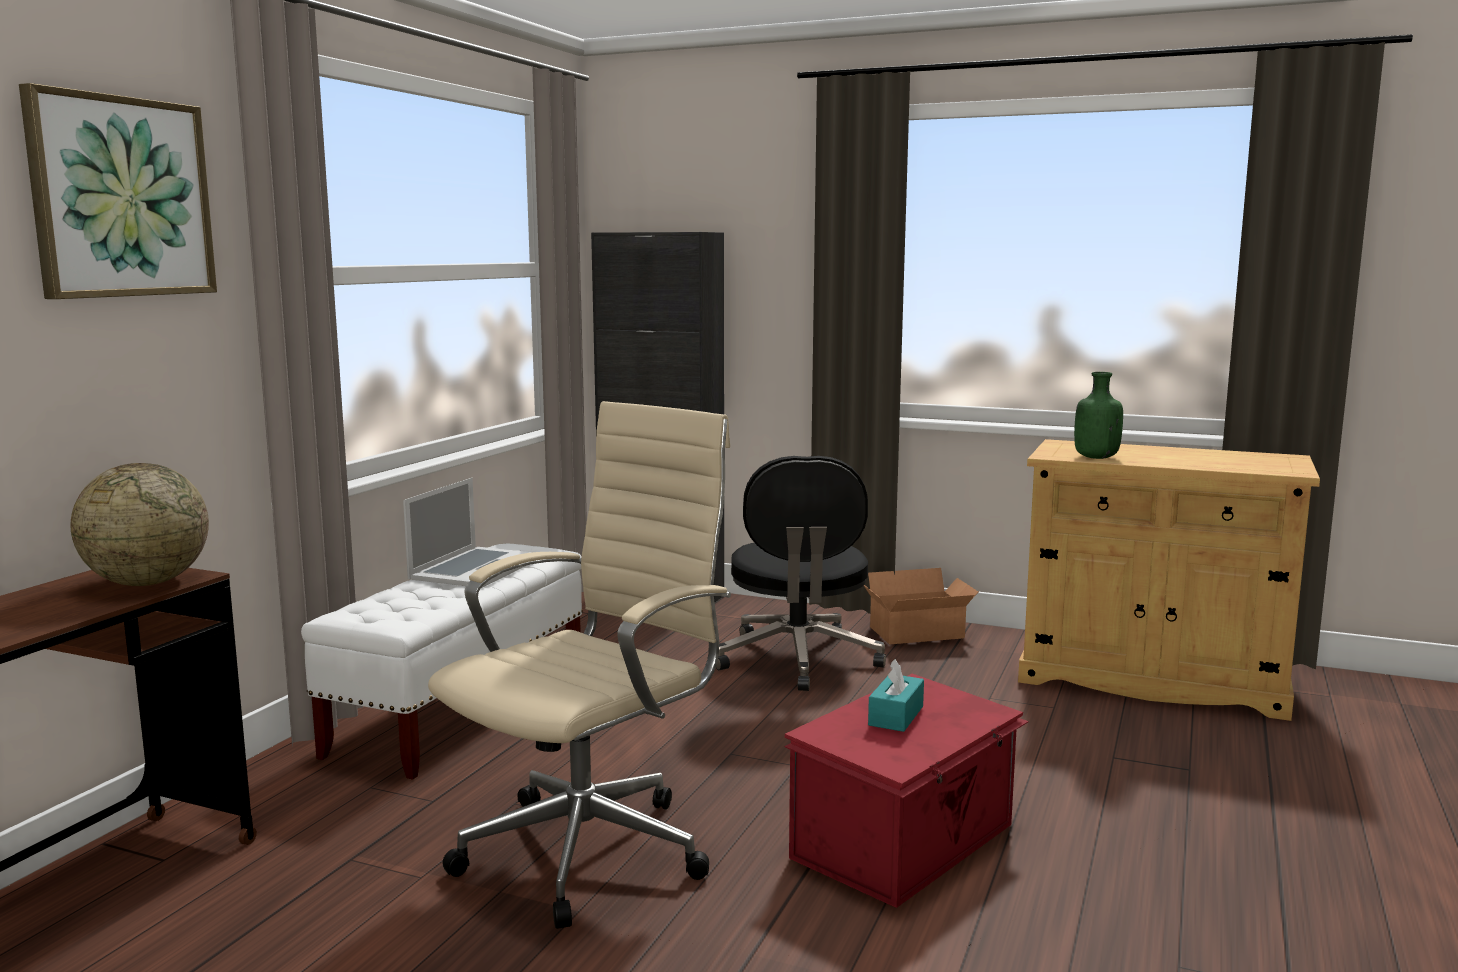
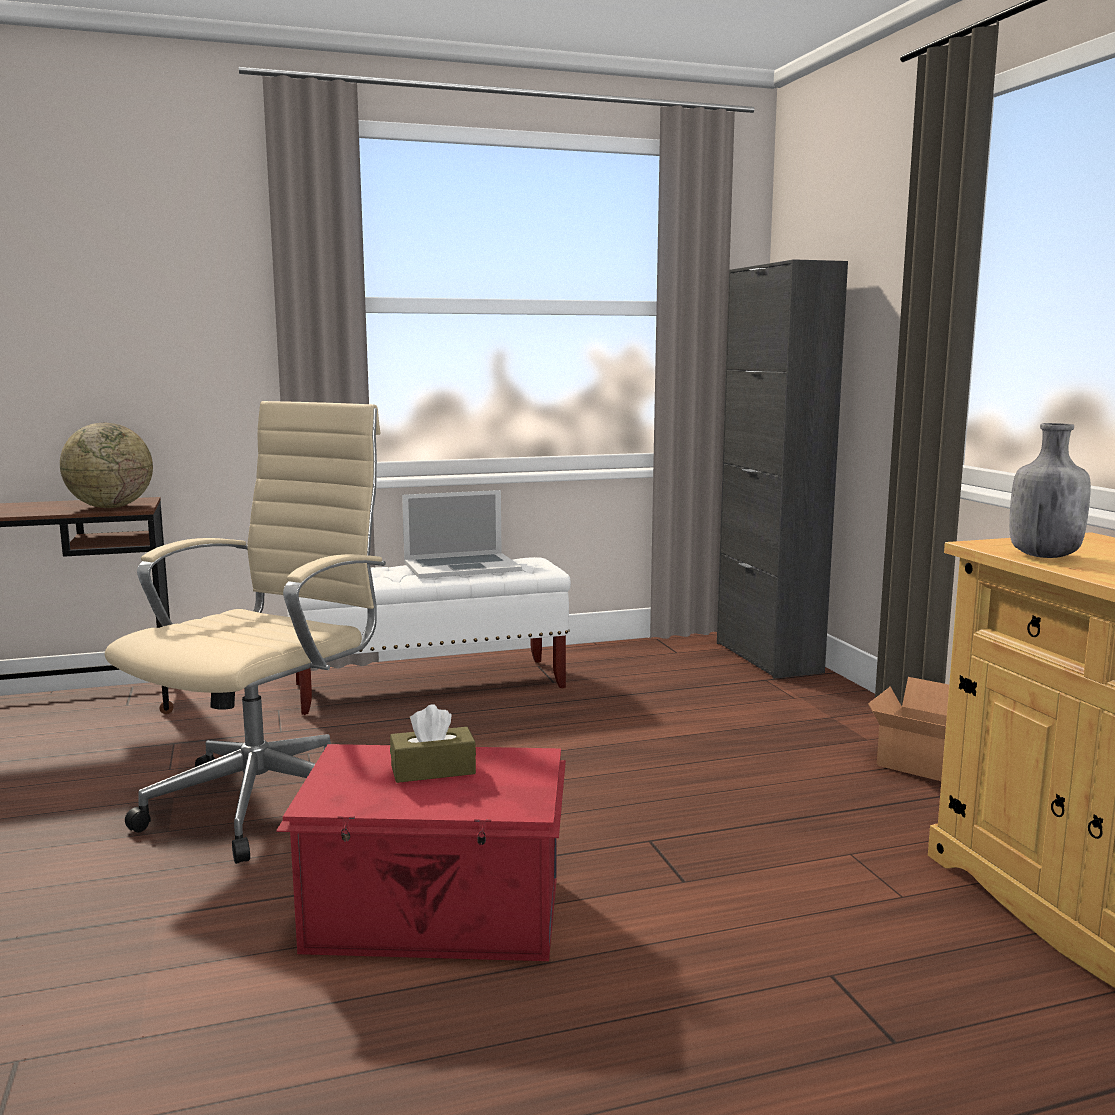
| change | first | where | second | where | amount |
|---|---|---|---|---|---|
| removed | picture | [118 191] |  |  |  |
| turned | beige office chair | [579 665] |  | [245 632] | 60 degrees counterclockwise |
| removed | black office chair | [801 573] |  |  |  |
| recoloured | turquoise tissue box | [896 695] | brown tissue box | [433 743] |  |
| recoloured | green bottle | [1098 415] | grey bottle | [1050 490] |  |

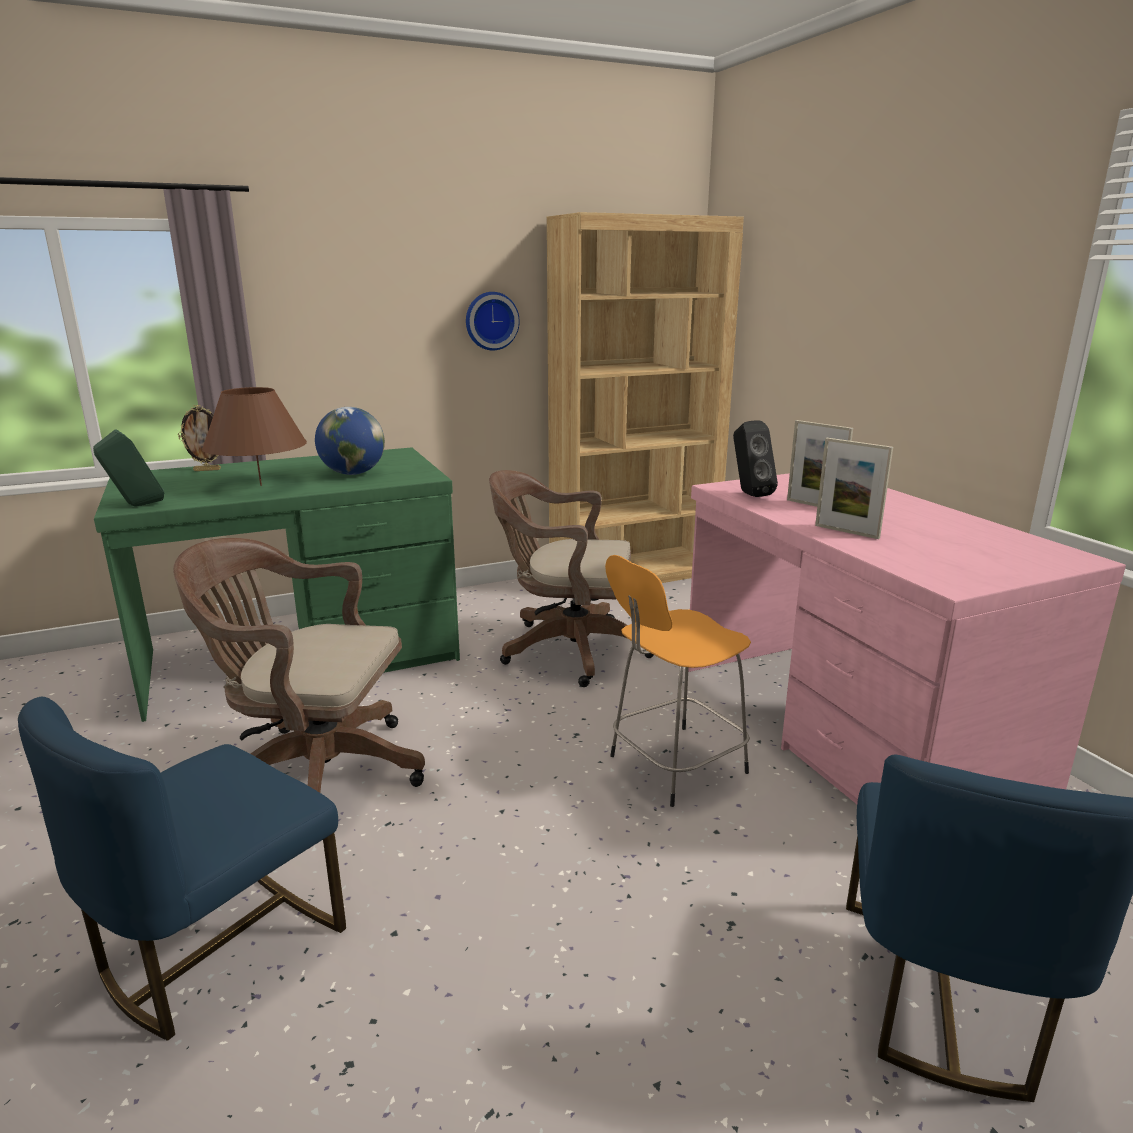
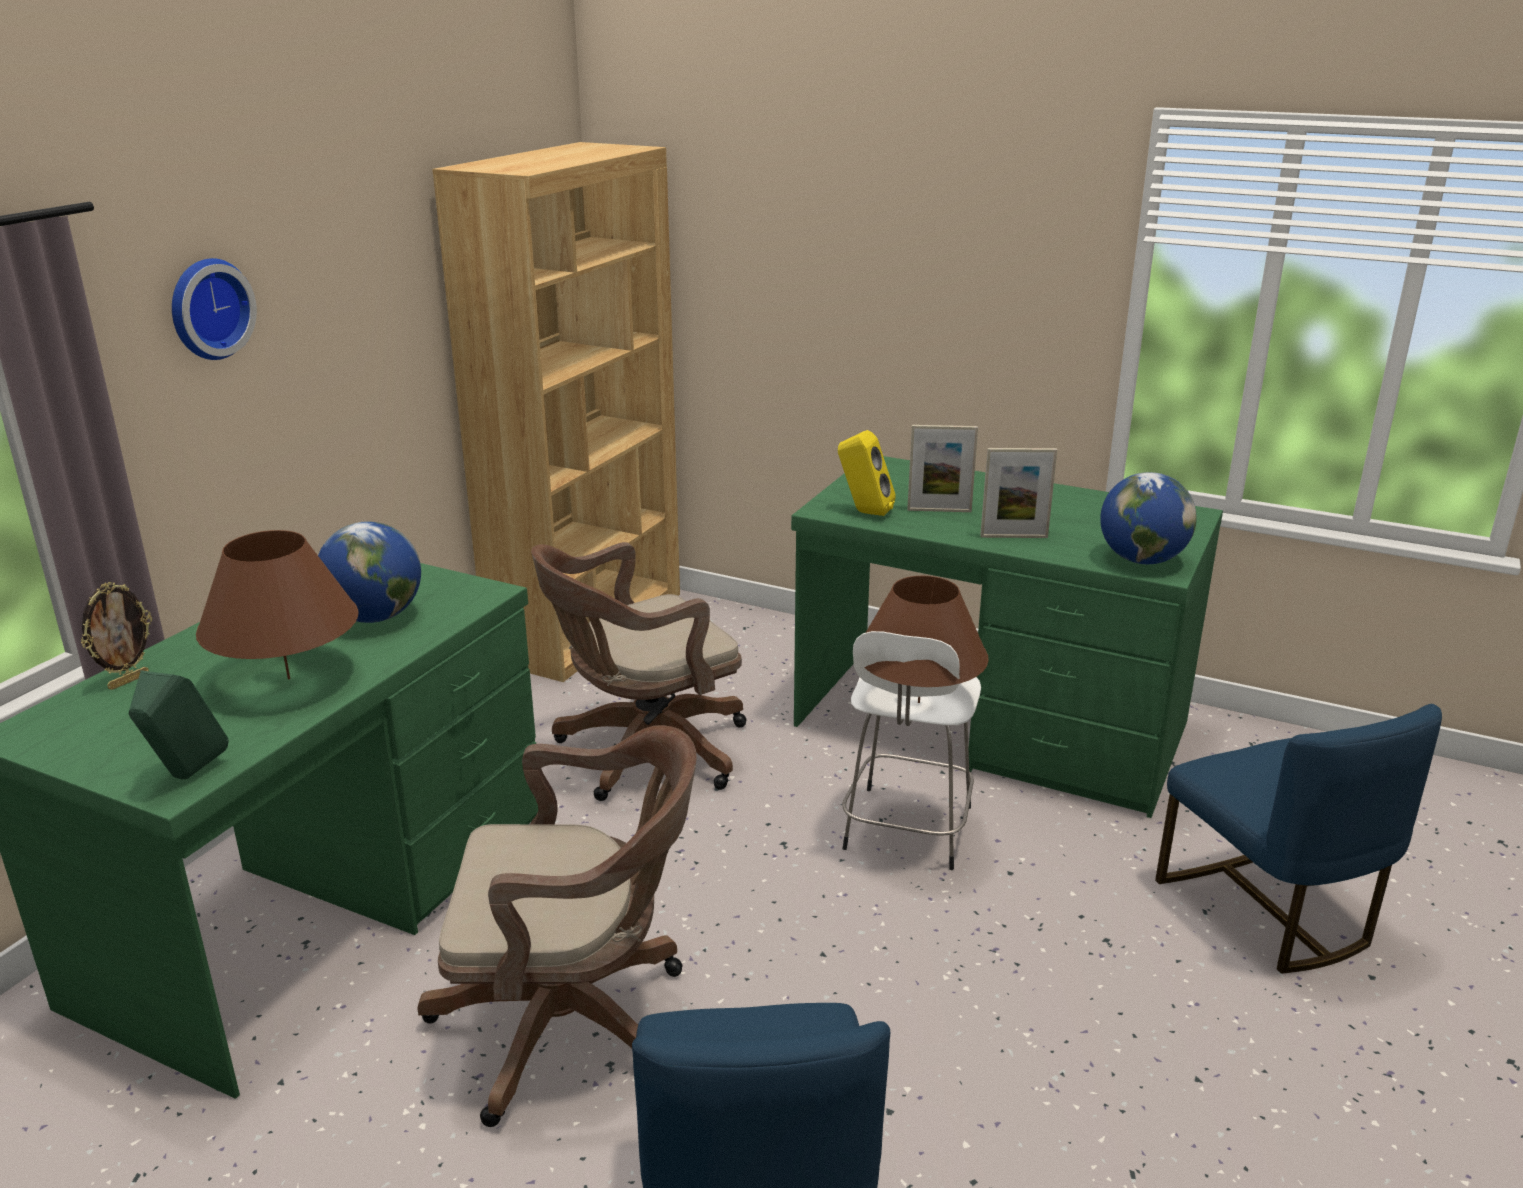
| change | first | where | second | where | amount |
|---|---|---|---|---|---|
| turned | brown office chair | [299 665] |  | [557 926] | 150 degrees counterclockwise |
| moved | wall clock | [493 321] |  | [214 309] |  |
| recoloured | orange stool | [678 681] | white stool | [911 750] |  |
| recoloured | pink desk | [907 638] | green desk | [1007 637] |  |
| recoloured | black speaker | [755 459] | yellow speaker | [867 473] |  |
| added |  |  | brown table lamp | [926 639] |  |
| added |  |  | globe | [1148 518] |  |

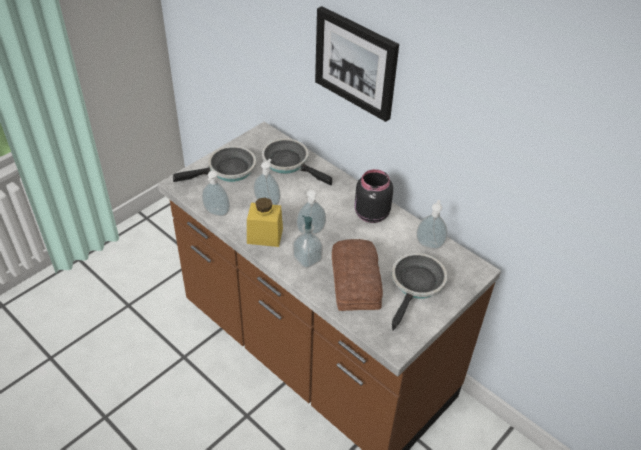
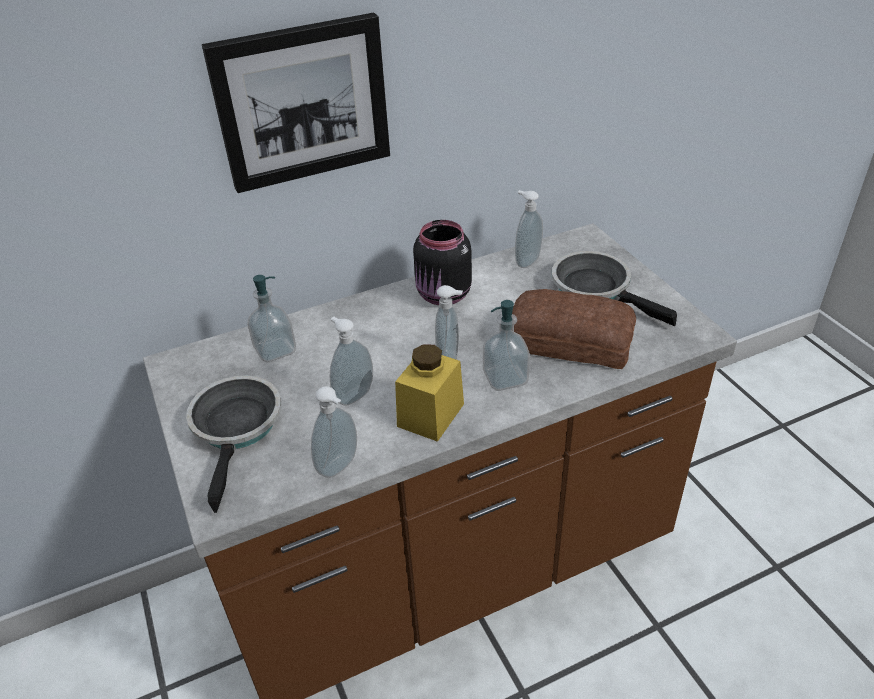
| change | first | where | second | where | amount |
|---|---|---|---|---|---|
| replaced | frying pan | [297 162] | soap dispenser | [271 319] |  |

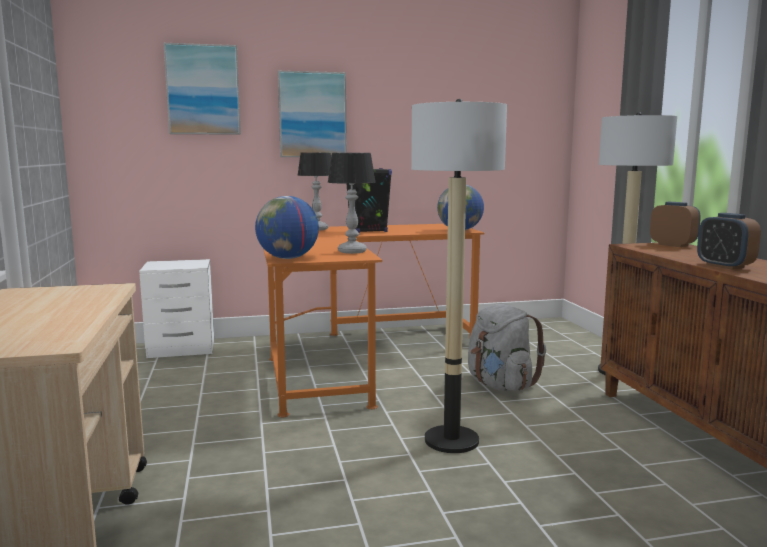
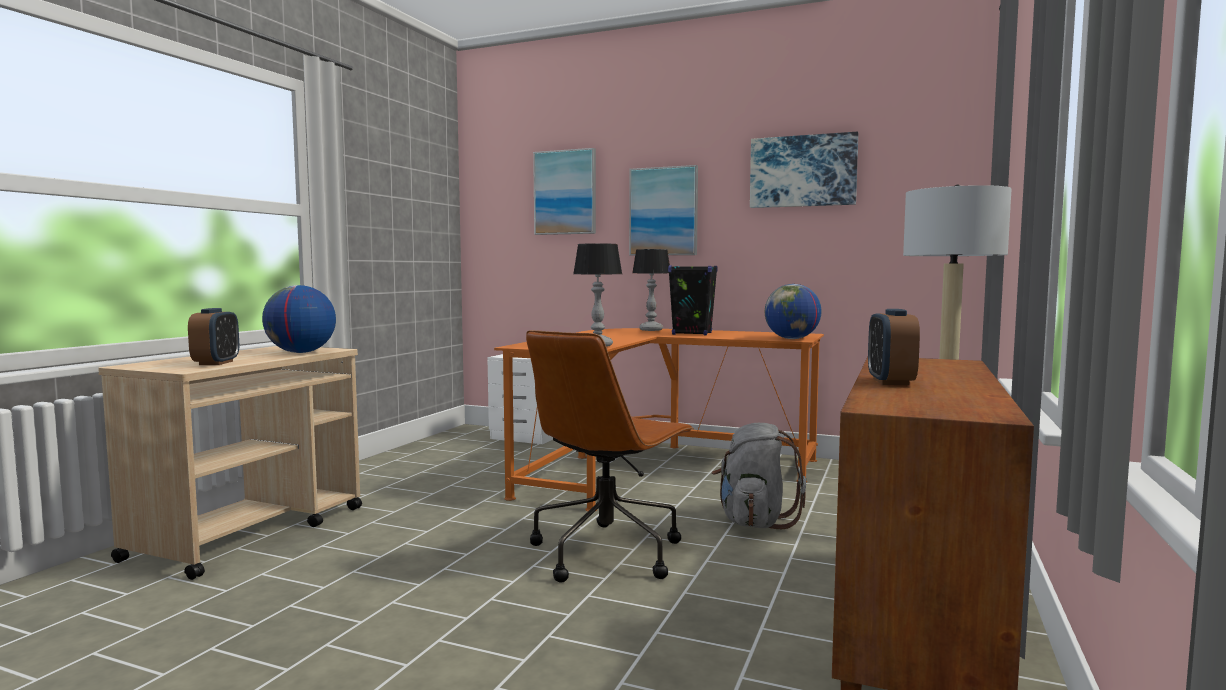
| change | first | where | second | where | amount |
|---|---|---|---|---|---|
| moved | globe | [287 227] |  | [299 319] |  |
| replaced | floor lamp | [459 276] | brown office chair | [610 456] |  |
| moved | alarm clock | [675 224] |  | [213 336] |  |
| added |  |  | picture | [804 170] |  |

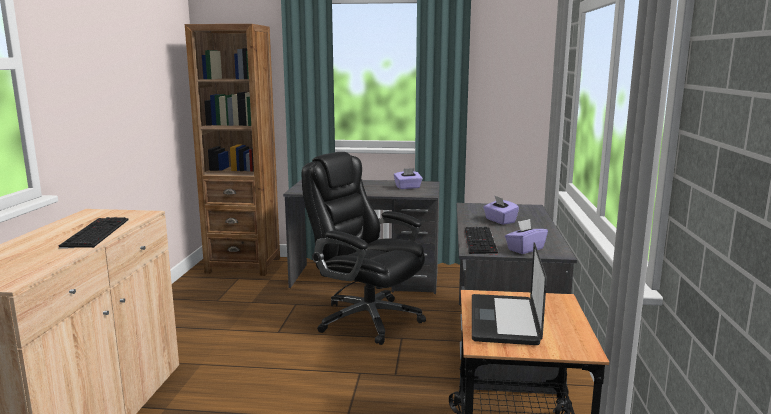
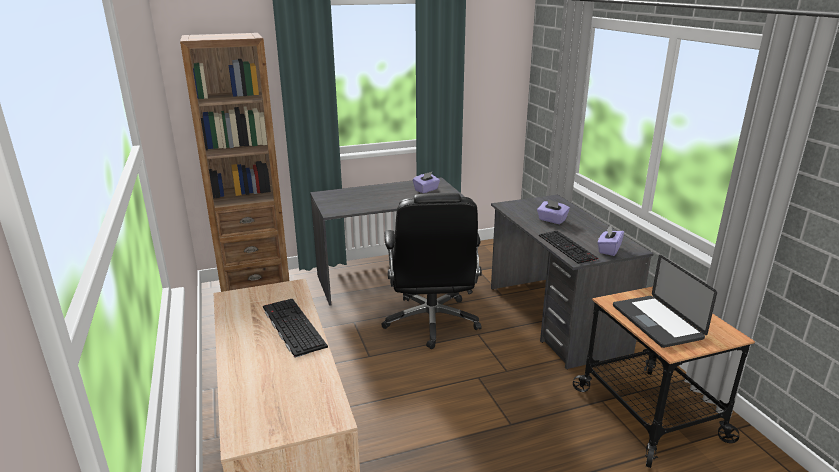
| change | first | where | second | where | amount |
|---|---|---|---|---|---|
| turned | black office chair | [364 248] |  | [431 271] | 105 degrees counterclockwise |

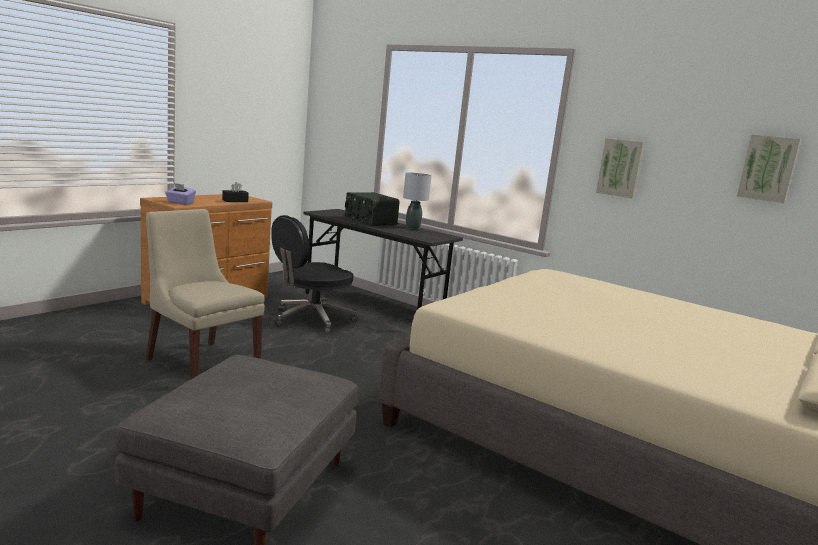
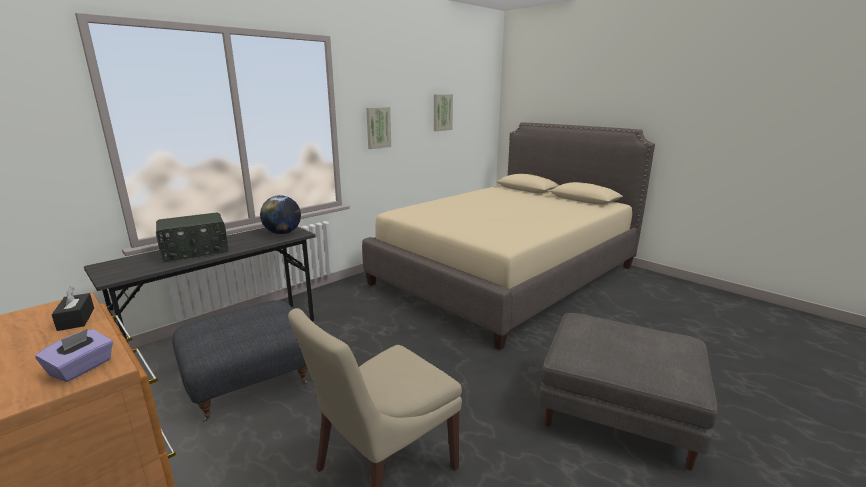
| change | first | where | second | where | amount |
|---|---|---|---|---|---|
| replaced | black office chair | [314 274] | grey ottoman | [240 361] |  |
| removed | grey table lamp | [417 200] |  |  |  |
| added |  |  | globe | [280 214] |  |

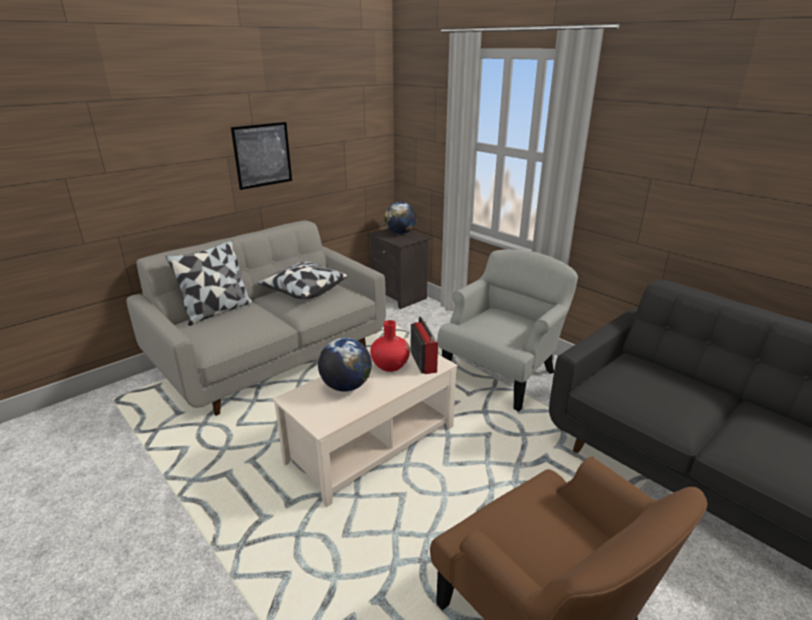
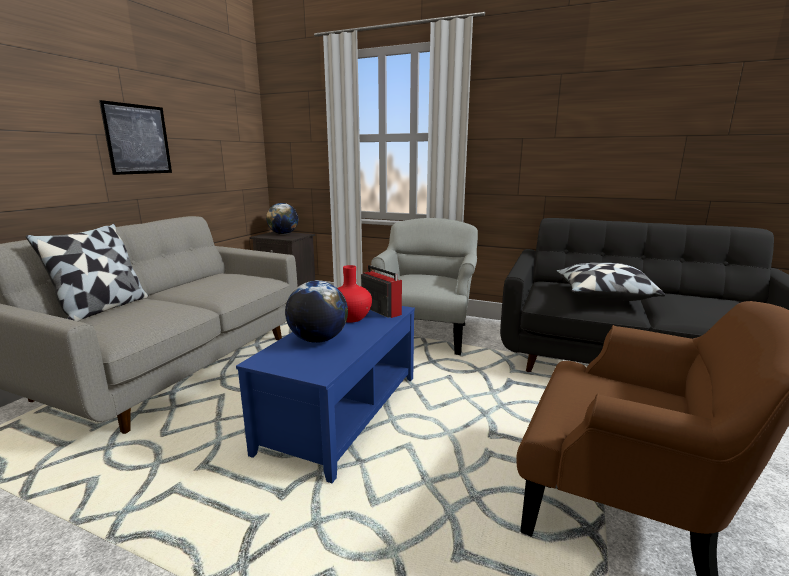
| change | first | where | second | where | amount |
|---|---|---|---|---|---|
| moved | pillow | [303 280] |  | [610 282] |  |
| recoloured | beige coffee table | [364 422] | blue coffee table | [325 394] |  |

